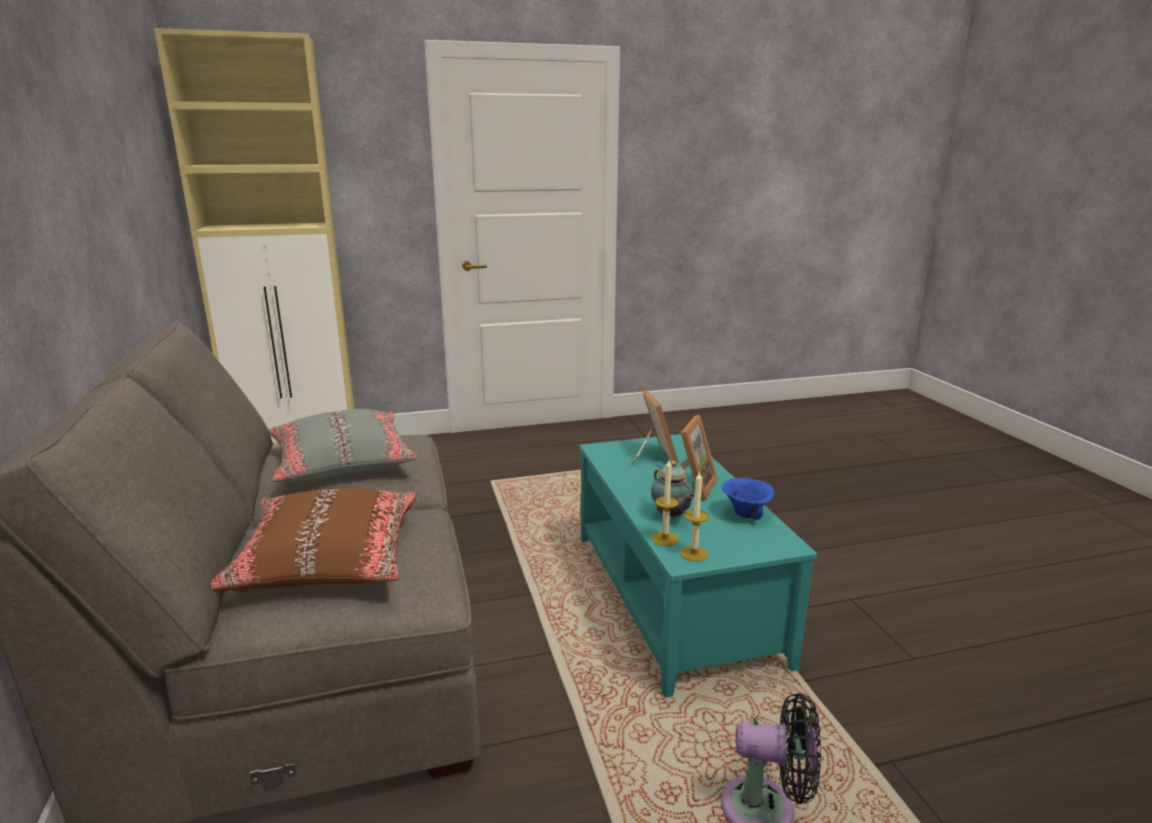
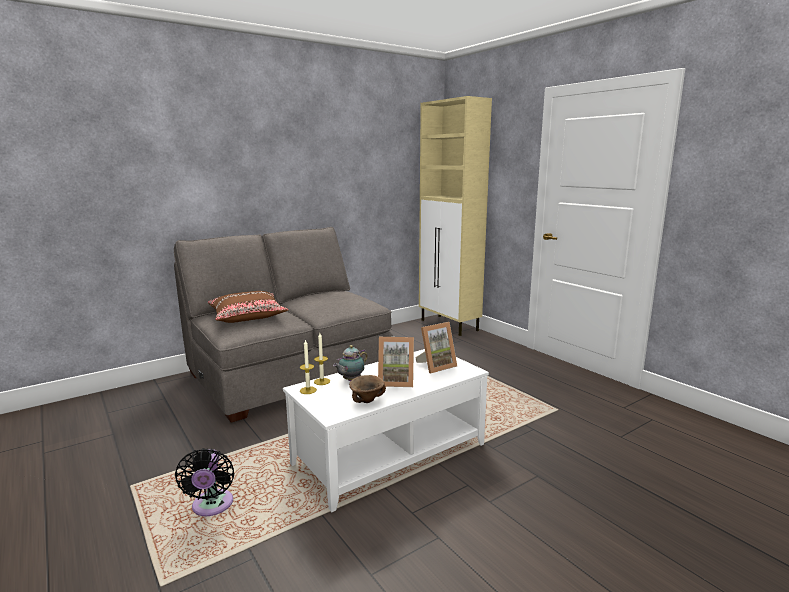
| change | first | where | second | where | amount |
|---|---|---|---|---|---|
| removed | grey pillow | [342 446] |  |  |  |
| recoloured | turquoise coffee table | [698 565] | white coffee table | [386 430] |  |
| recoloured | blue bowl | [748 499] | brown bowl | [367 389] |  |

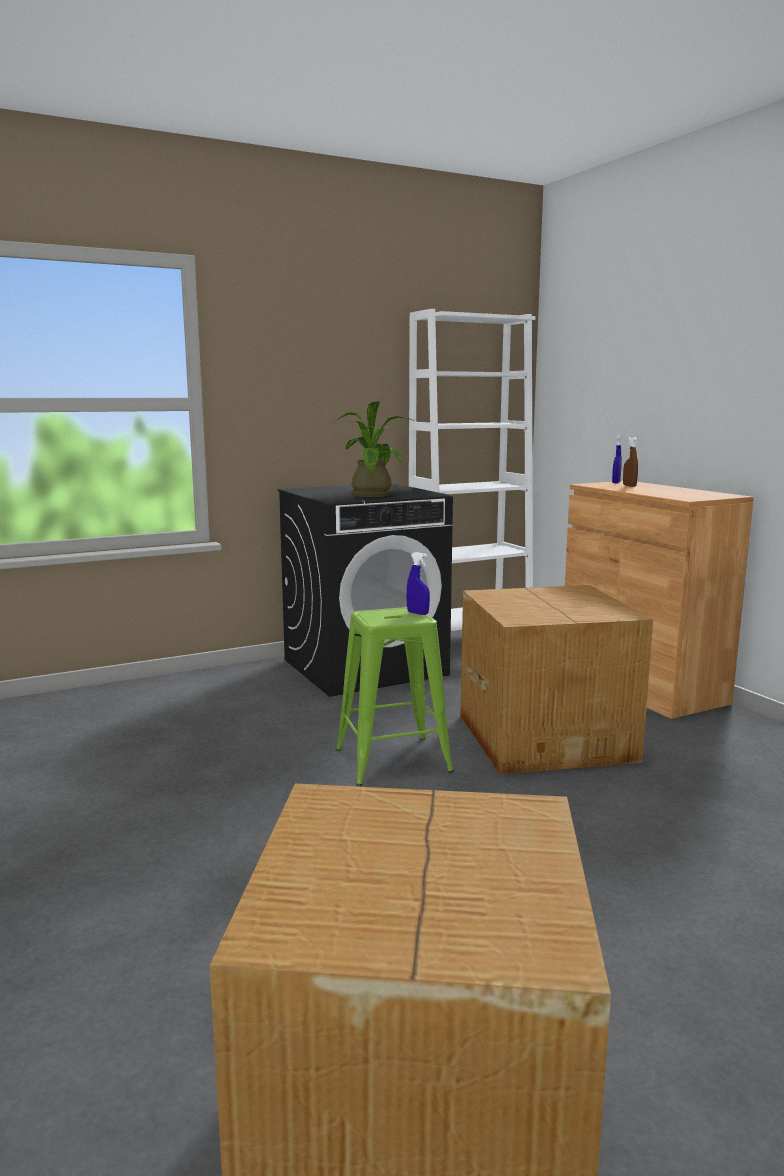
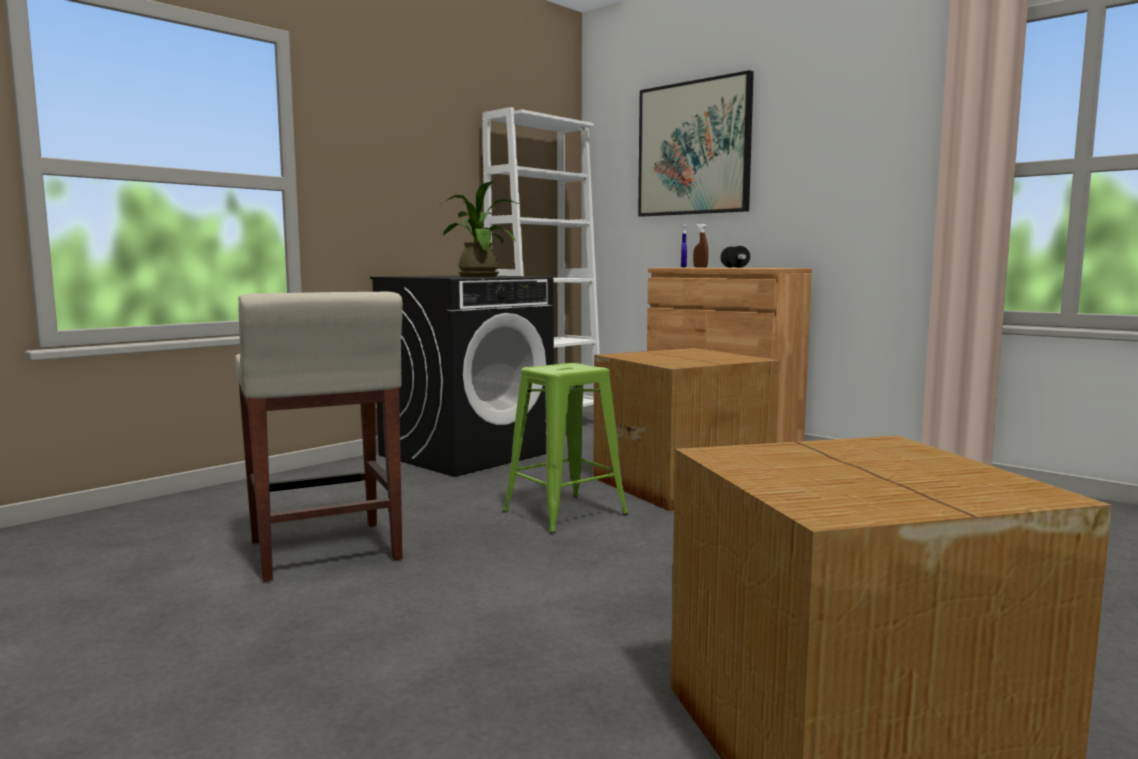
| change | first | where | second | where | amount |
|---|---|---|---|---|---|
| removed | blue spray bottle | [418 583] |  |  |  |
| added |  |  | beige stool | [319 436] |  |
| added |  |  | picture | [696 143] |  |
| added |  |  | dumbbell | [735 257] |  |

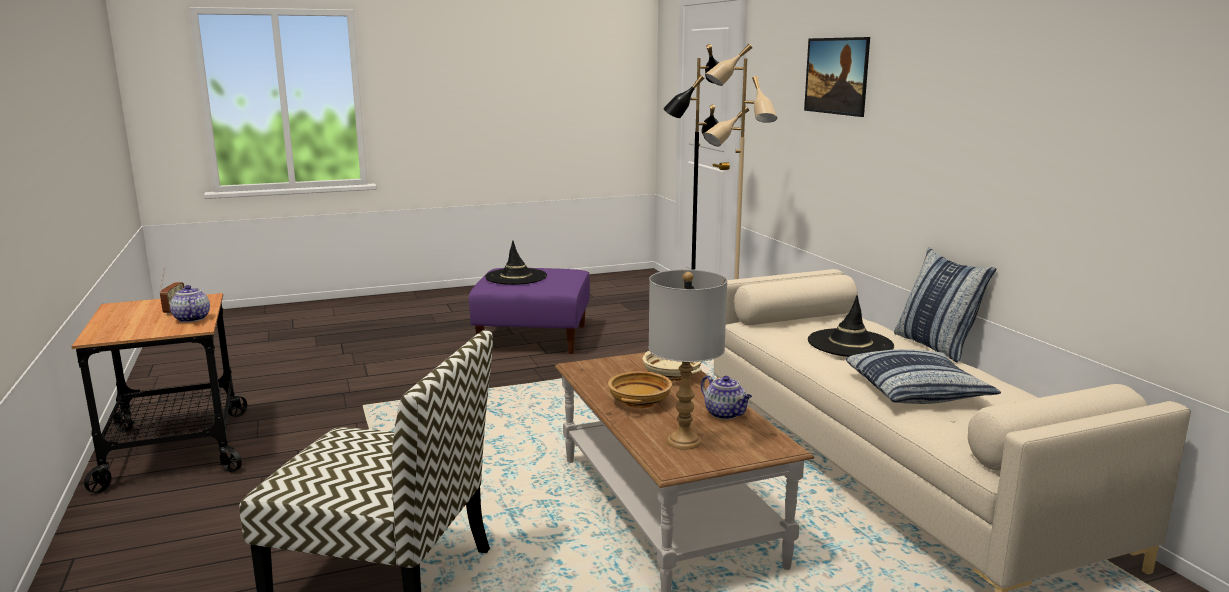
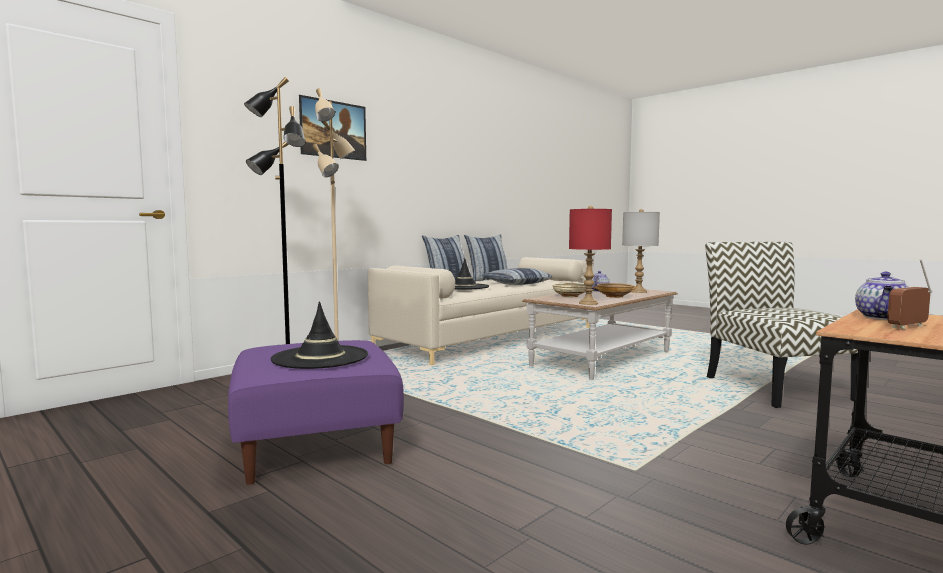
| change | first | where | second | where | amount |
|---|---|---|---|---|---|
| added |  |  | pillow | [486 257] |  |
| added |  |  | red table lamp | [590 255] |  |

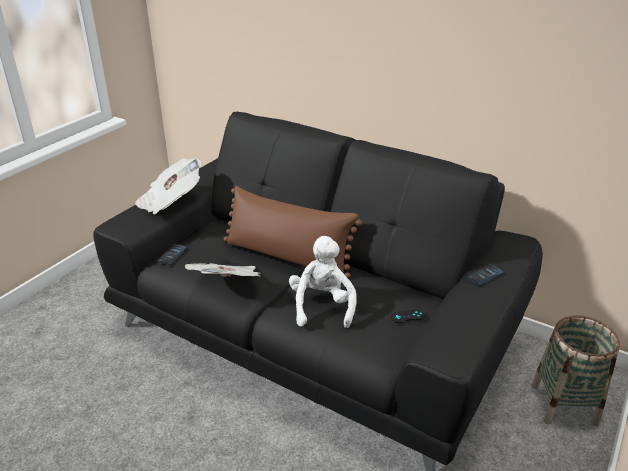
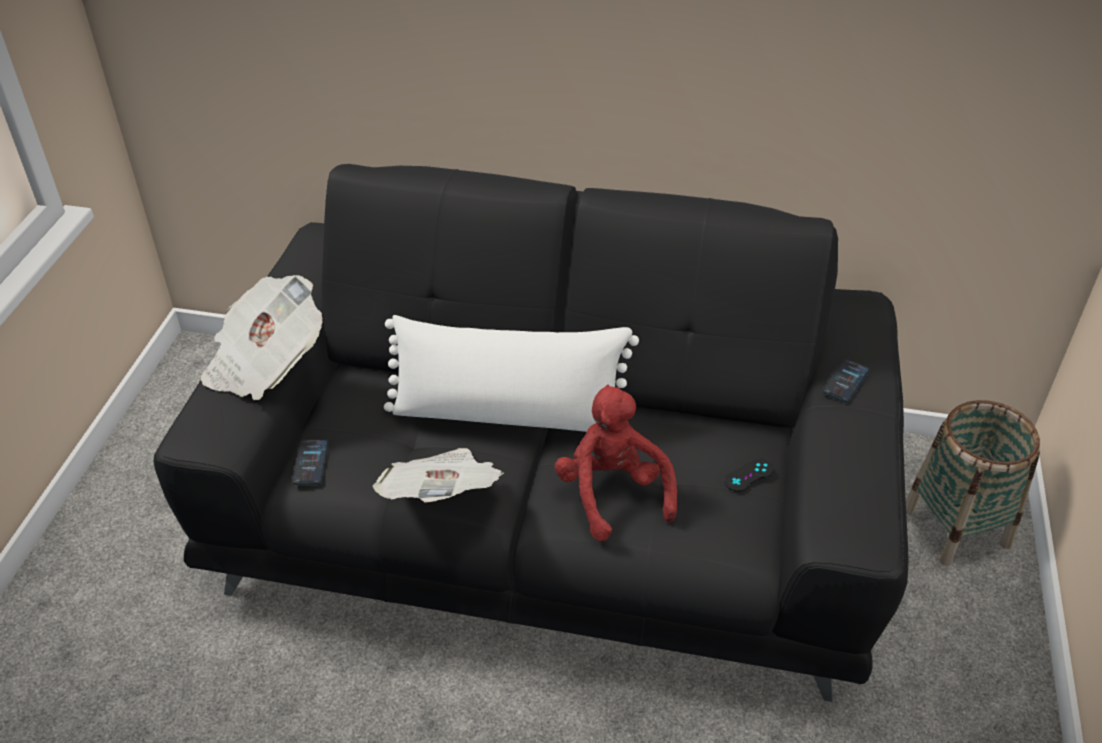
| change | first | where | second | where | amount |
|---|---|---|---|---|---|
| recoloured | brown pillow | [293 232] | white pillow | [511 373] |  |
| recoloured | white plush toy | [322 282] | red plush toy | [615 463] |  |

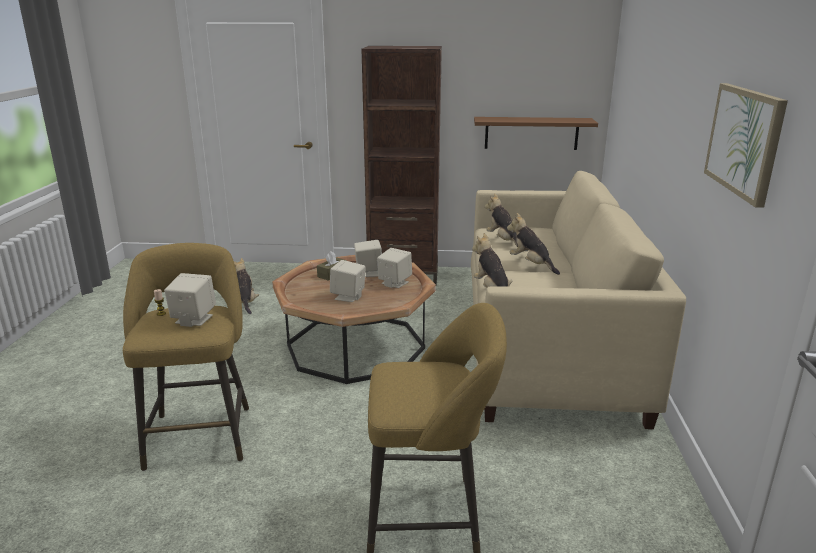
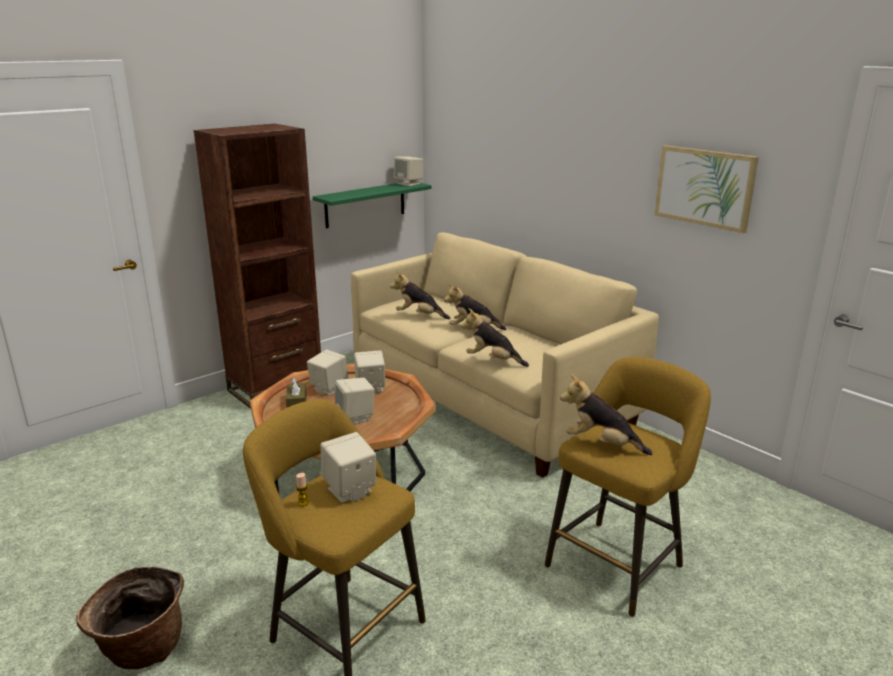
| change | first | where | second | where | amount |
|---|---|---|---|---|---|
| moved | plush toy | [246 286] |  | [606 414] |  |
| recoloured | brown shelf | [536 133] | green shelf | [372 205] |  |
| added |  |  | basket | [130 618] |  |
| added |  |  | beige speaker | [409 171] |  |

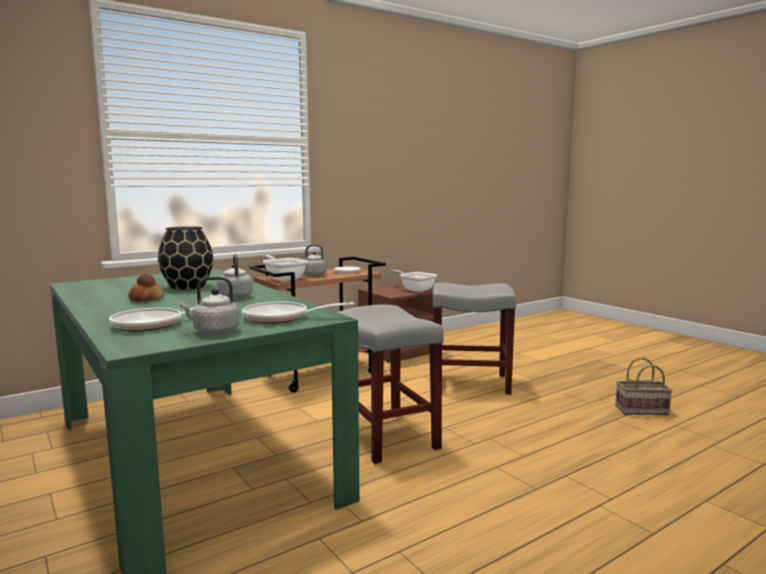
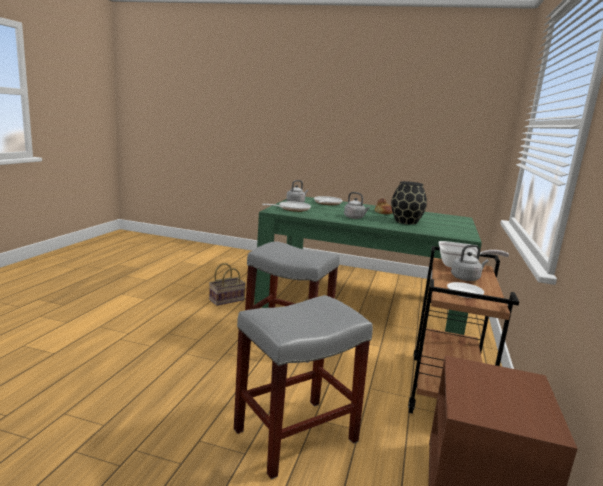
| change | first | where | second | where | amount |
|---|---|---|---|---|---|
| removed | frying pan | [413 281] |  |  |  |
| moved | basket | [644 386] |  | [227 284] |  |

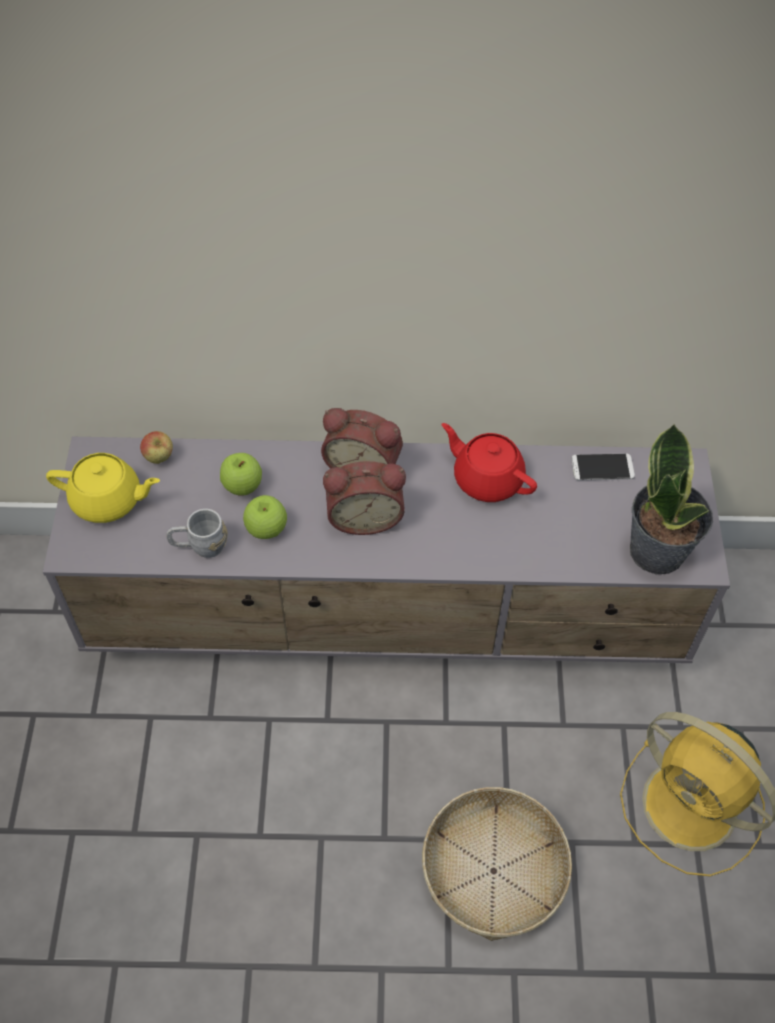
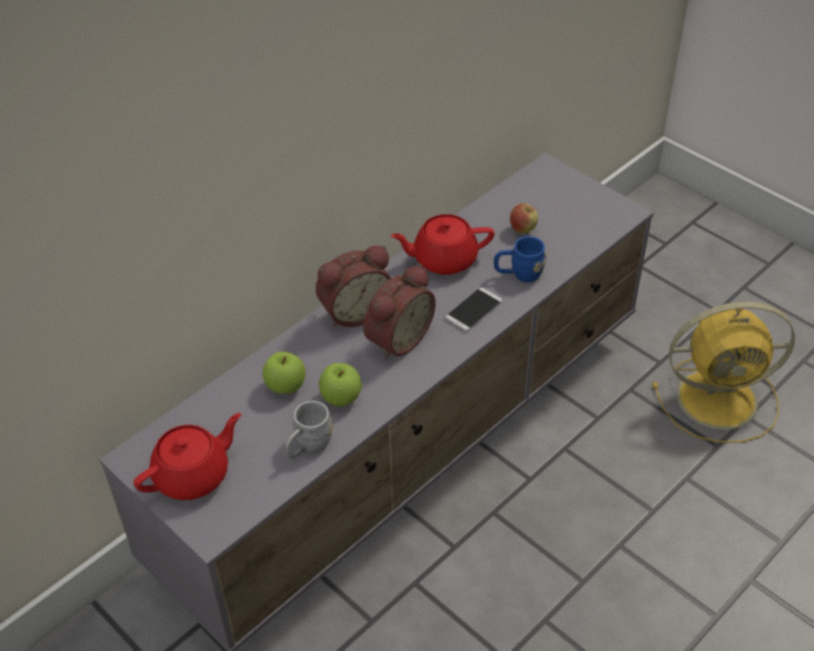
| change | first | where | second | where | amount |
|---|---|---|---|---|---|
| recoloured | yellow teapot | [103 488] | red teapot | [187 456] |  |
| moved | apple | [156 447] |  | [524 218] |  |
| removed | basket | [497 864] |  |  |  |
| moved | phone | [603 467] |  | [474 309] |  |
| removed | potted plant | [671 498] |  |  |  |
| added |  |  | blue mug | [520 259] |  |

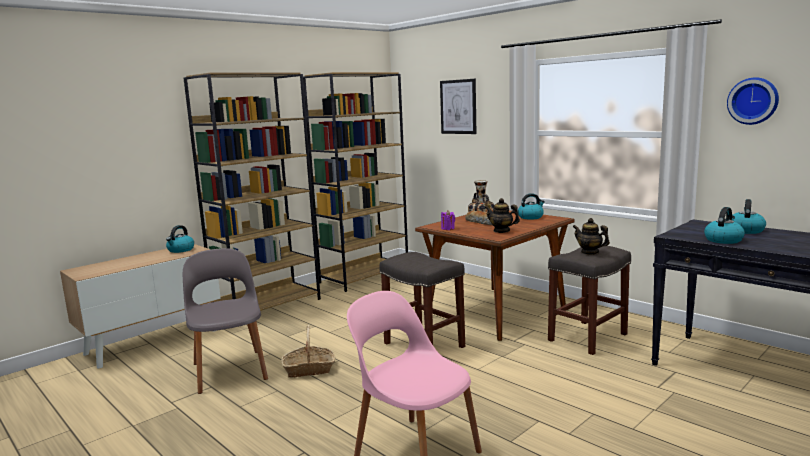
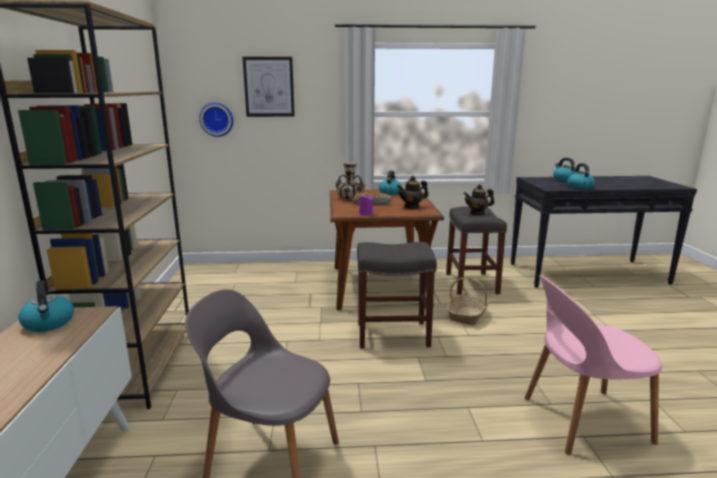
| change | first | where | second | where | amount |
|---|---|---|---|---|---|
| moved | basket | [308 351] |  | [468 301] |  |
| removed | brown bookcase | [355 182] |  |  |  |
| moved | wall clock | [753 101] |  | [216 120] |  |

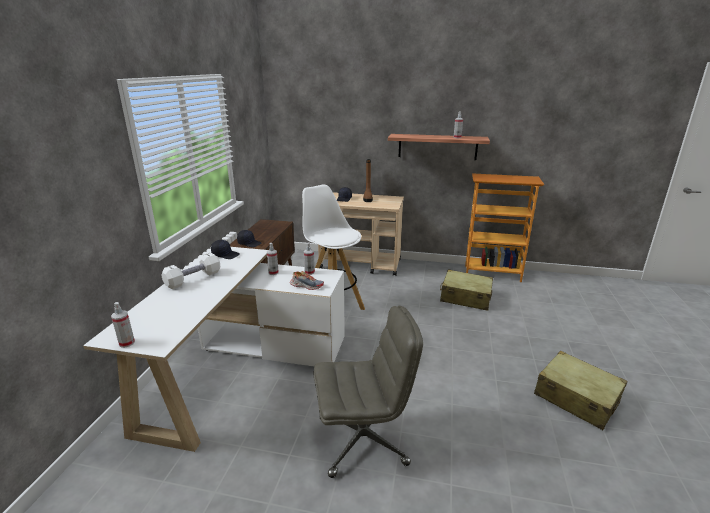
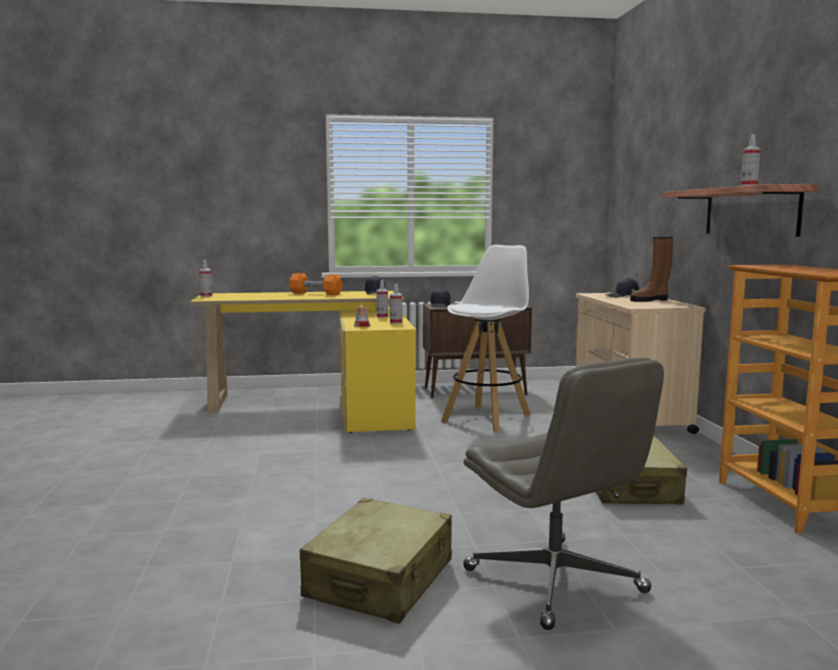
| change | first | where | second | where | amount |
|---|---|---|---|---|---|
| recoloured | white desk | [214 349] | yellow desk | [303 362] |  |
| recoloured | white dumbbell | [190 271] | orange dumbbell | [316 284] |  |
| moved | grey office chair | [368 392] |  | [563 494] |  |

